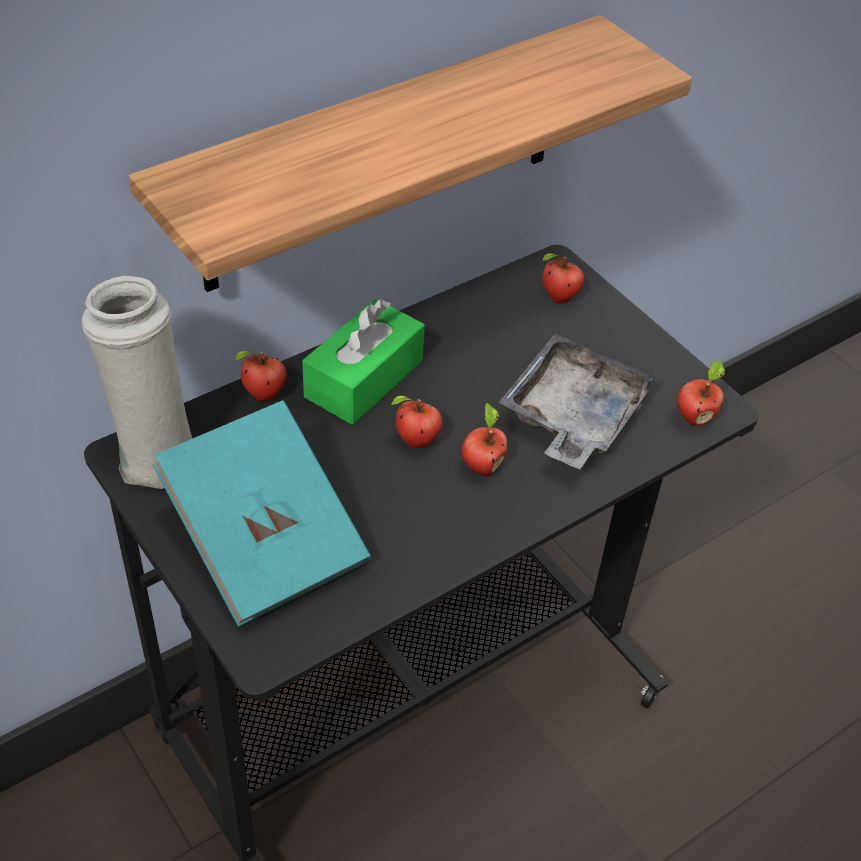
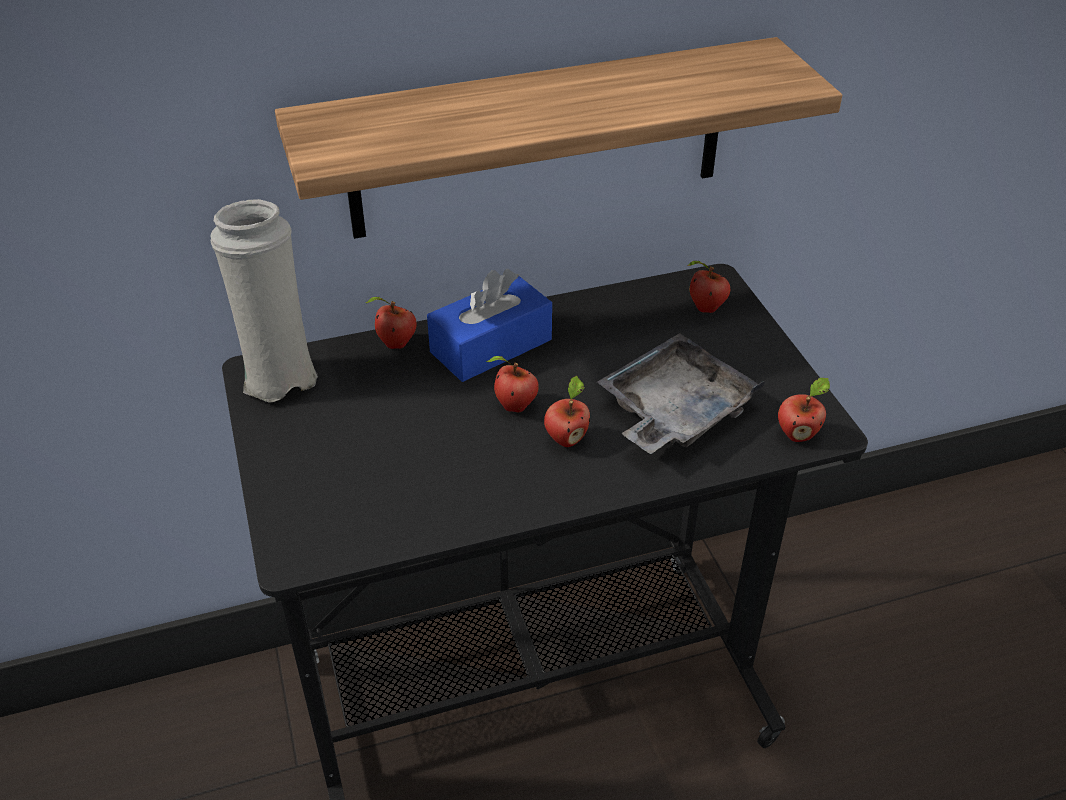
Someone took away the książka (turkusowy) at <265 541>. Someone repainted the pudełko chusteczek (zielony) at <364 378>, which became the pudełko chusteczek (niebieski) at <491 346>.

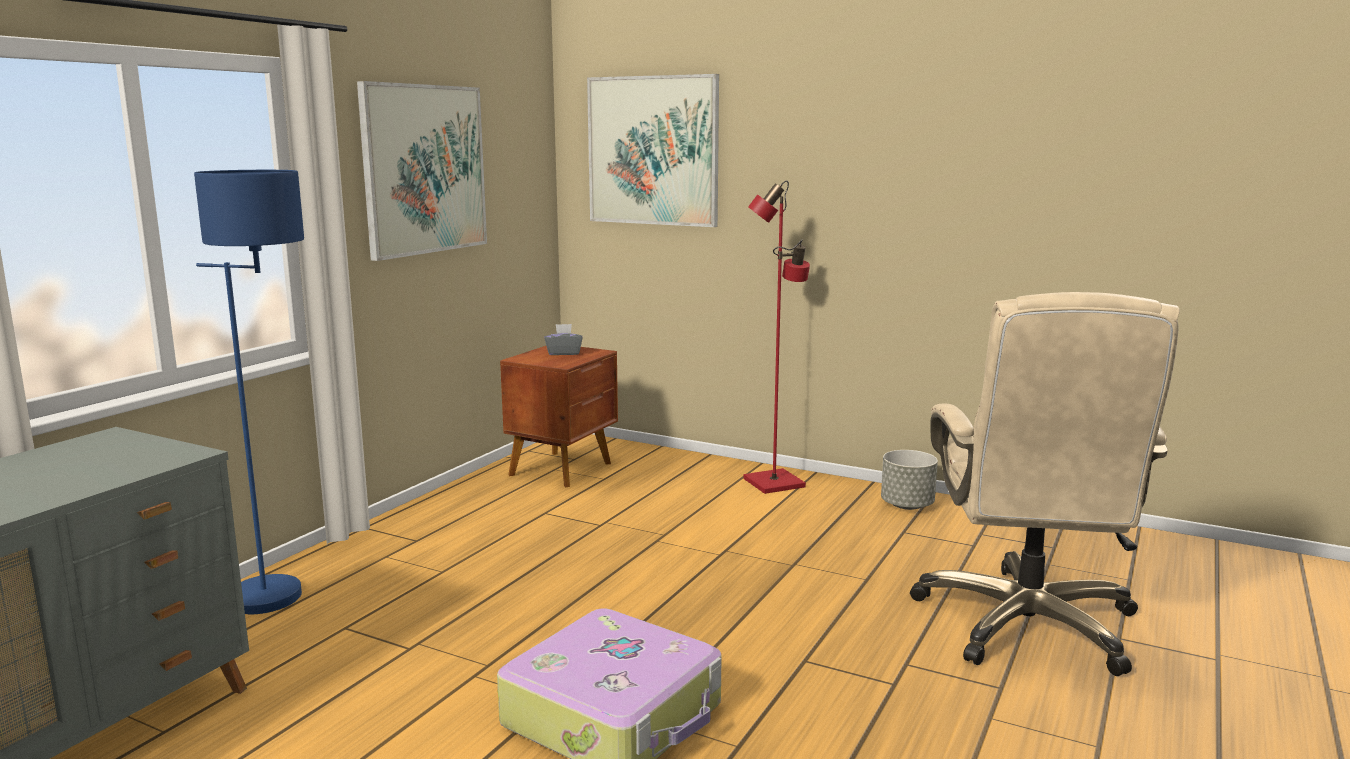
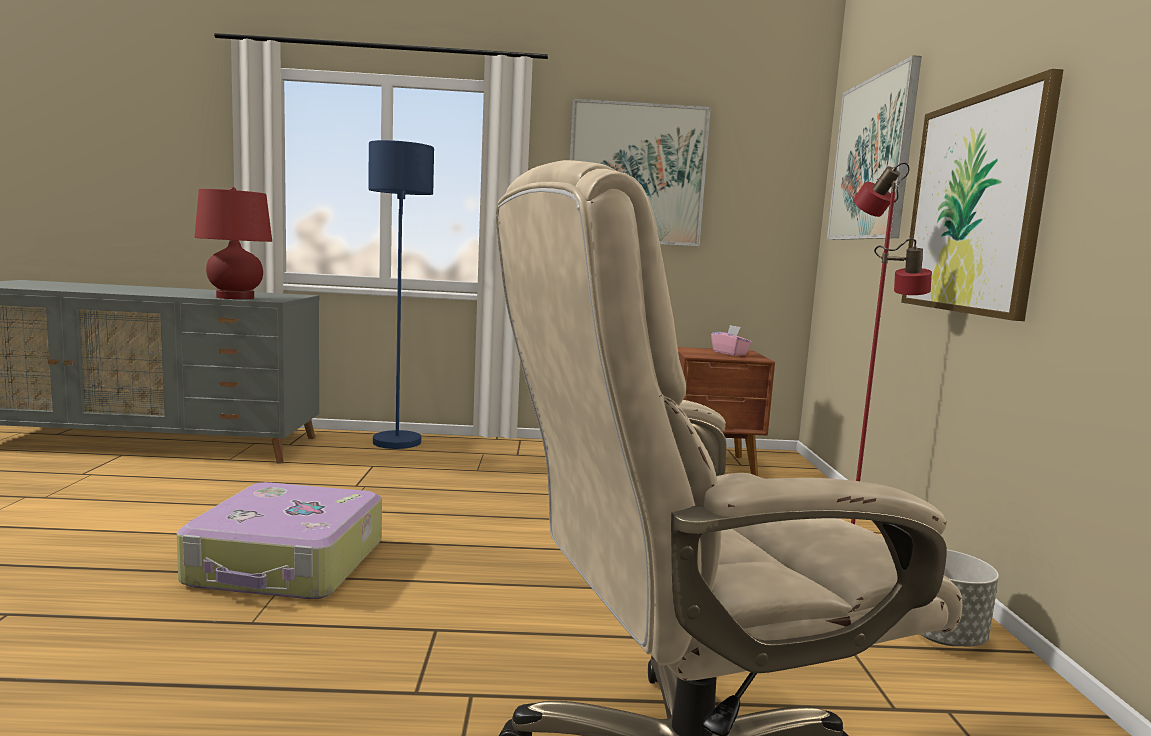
Someone repainted the pudełko chusteczek (szary) at <564 353>, which became the pudełko chusteczek (różowy) at <730 353>. Someone put down the lampa stołowa (czerwony) at <235 297>. Someone put up the obraz at <974 205>.

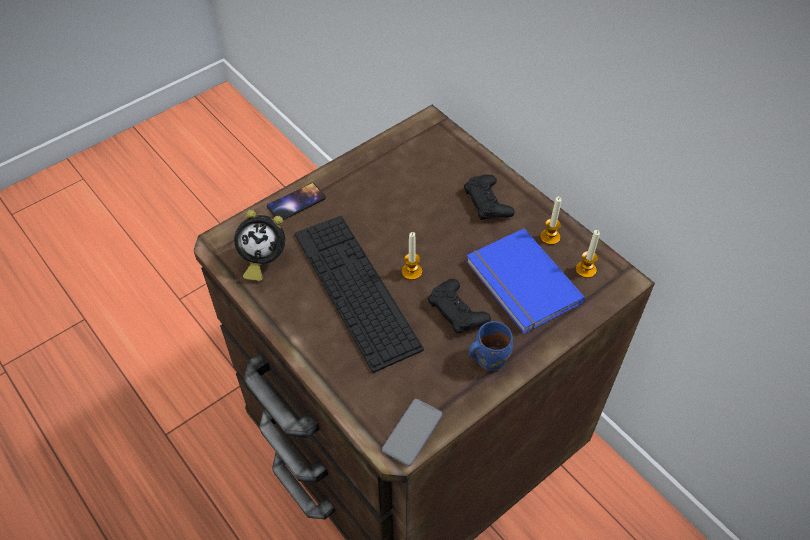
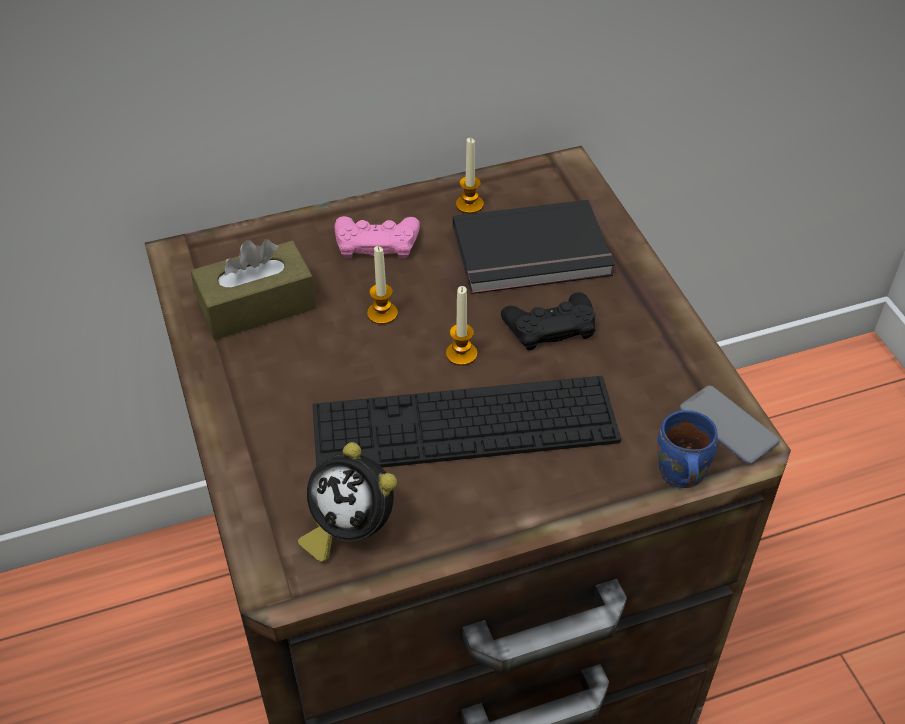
Someone rotated the budzik at <262 260> by 105 degrees clockwise. Someone took away the telefon at <296 202>. Someone repainted the pad do gier (czarny) at <487 202>, which became the pad do gier (różowy) at <376 242>. Someone repainted the książka (niebieski) at <520 284>, which became the książka (czarny) at <533 254>. Someone carried the kubek (niebieski) from <488 358> to <678 474>. Someone carried the świeca from <585 270> to <382 314>. Someone put down the pudełko chusteczek (brązowy) at <257 306>.

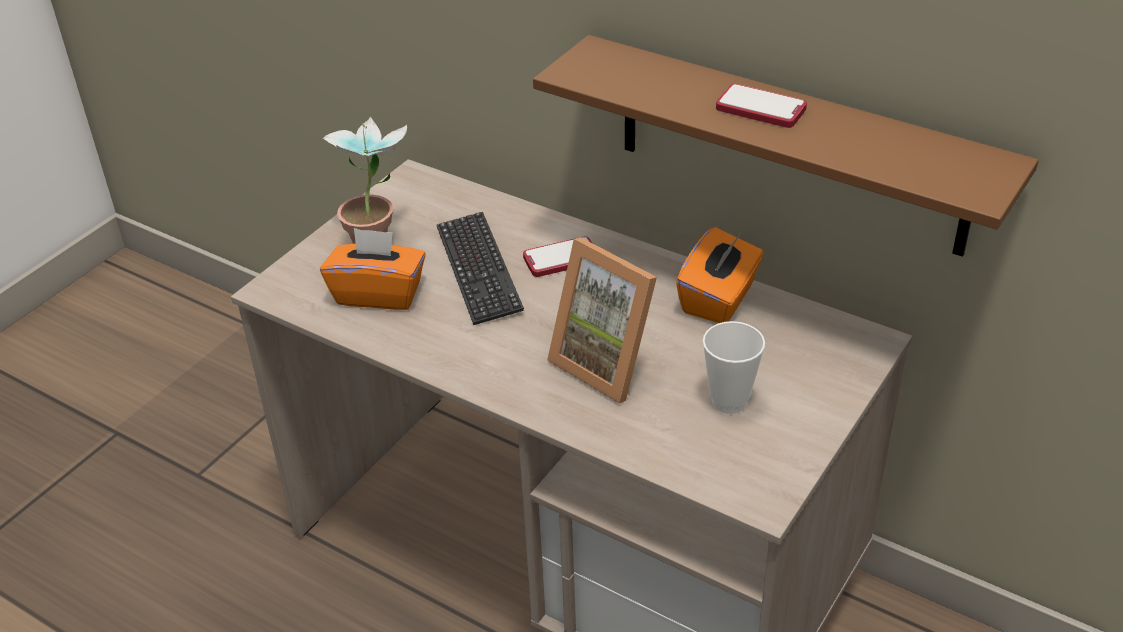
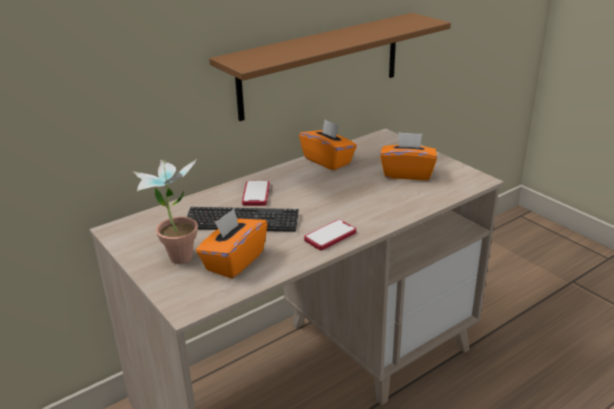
Someone took away the ramka na zdjęcie at <608 363>. Someone swapped the filiżanka at <729 401> for the pudełko chusteczek (pomarańczowy) at <407 173>. Someone carried the telefon from <760 108> to <330 236>.

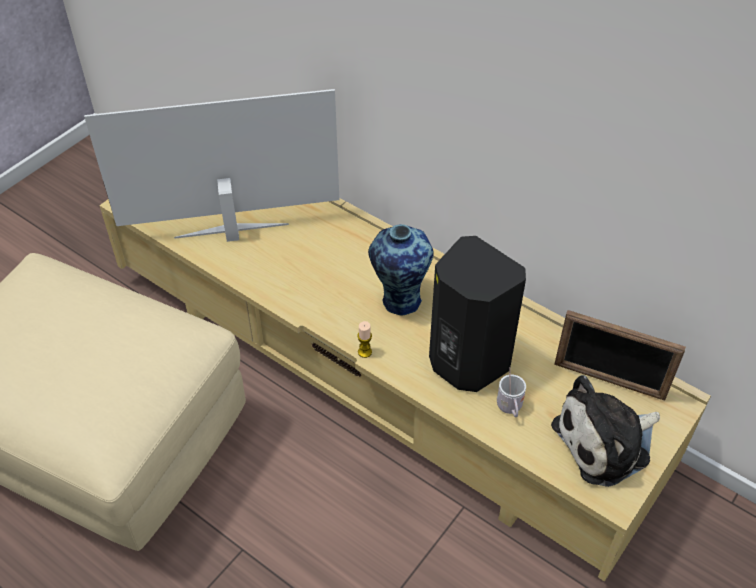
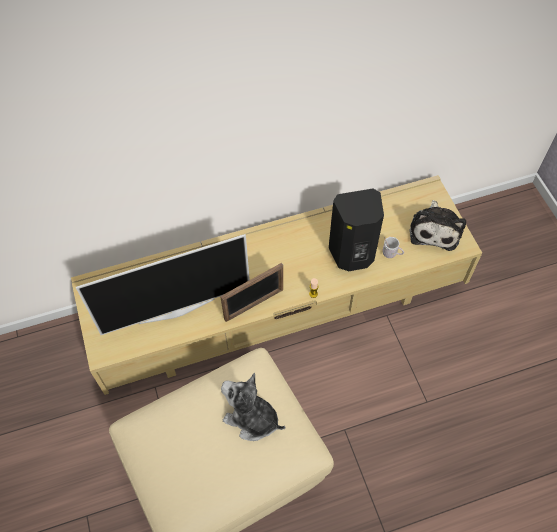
Someone rotated the telewizor at <232 233> by 135 degrees counterclockwise. Someone took away the wazon at <399 300>. Someone carried the ramka na zdjęcie from <609 381> to <254 304>. Someone put down the pluszak at <252 419>.

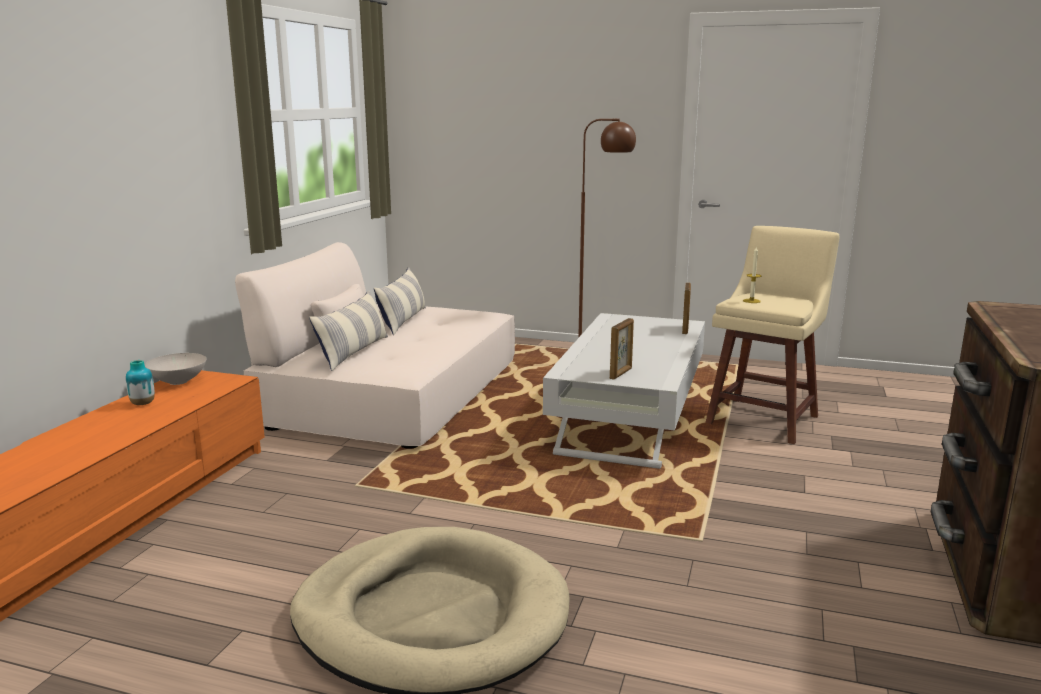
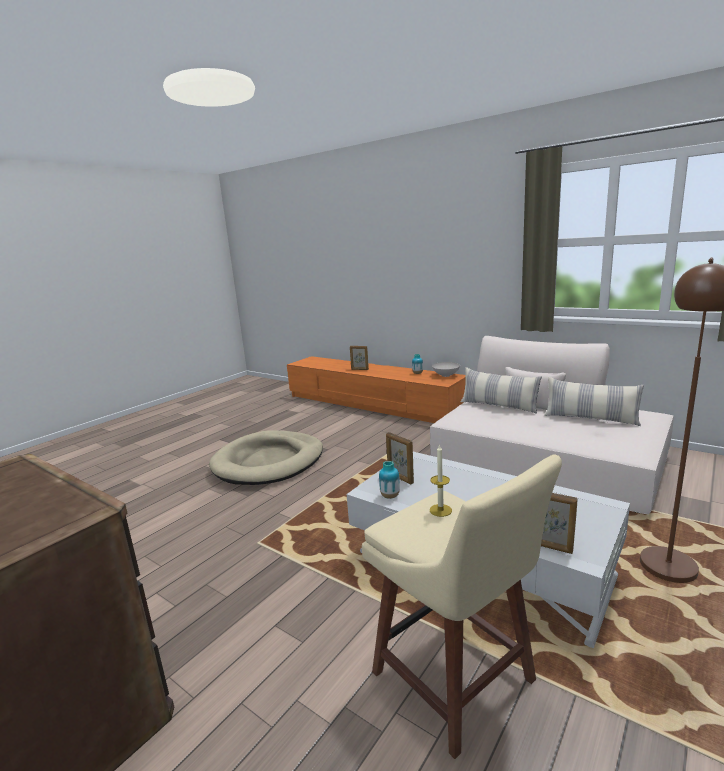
Someone put down the ramka na zdjęcie at <359 369>. Someone put down the wazon at <390 496>.

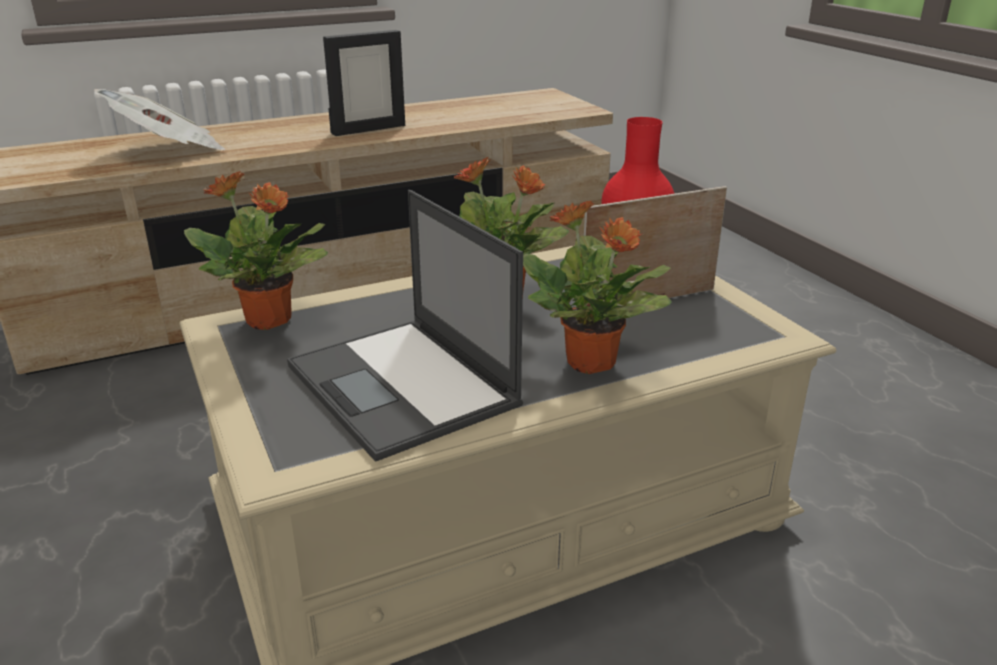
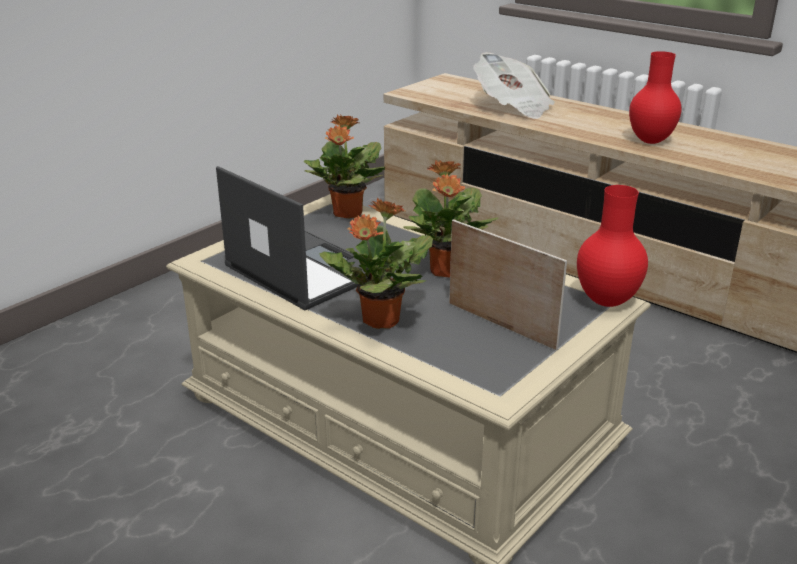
Someone rotated the laptop at <403 386> by 105 degrees clockwise. Someone swapped the ramka na zdjęcie at <368 129> for the wazon (czerwony) at <651 141>.

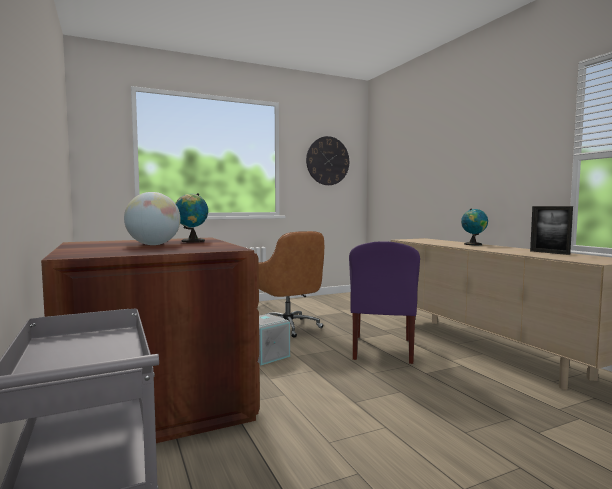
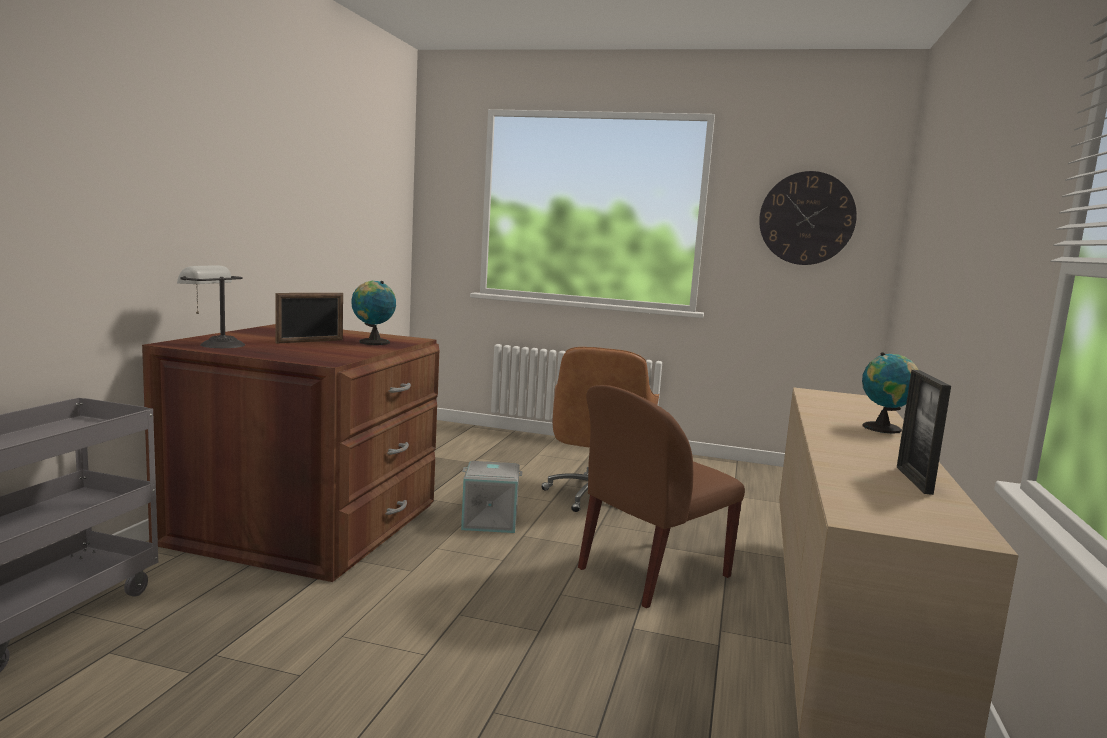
Someone swapped the globus at <153 245> for the ramka na zdjęcie at <310 341>. Someone repainted the krzesło (fioletowy) at <382 350>, which became the krzesło (brązowy) at <650 573>. Someone put down the lampa stołowa at <214 344>.

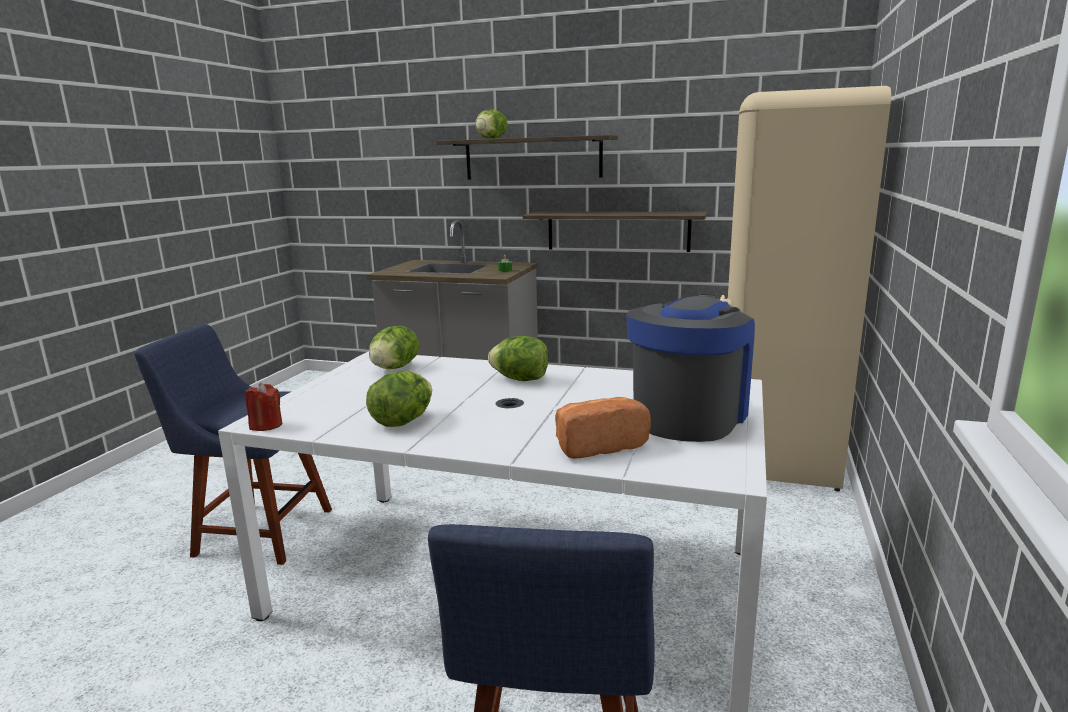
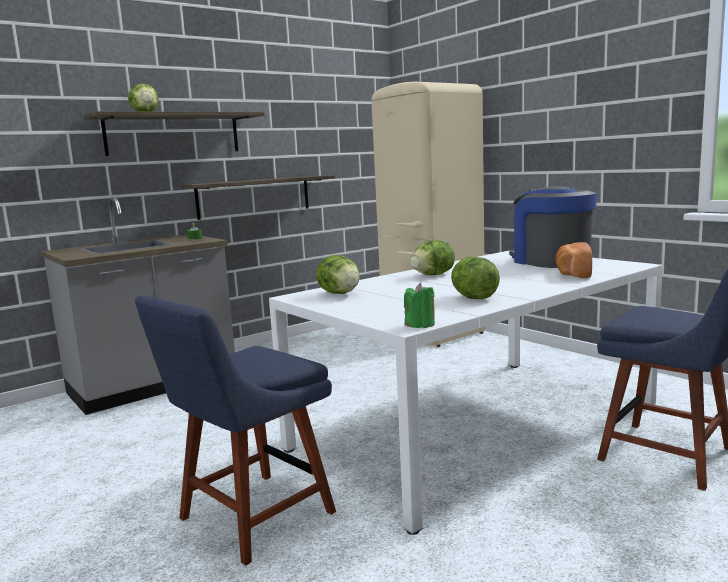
Someone repainted the świeca (czerwony) at <266 425>, which became the świeca (zielony) at <420 325>.

